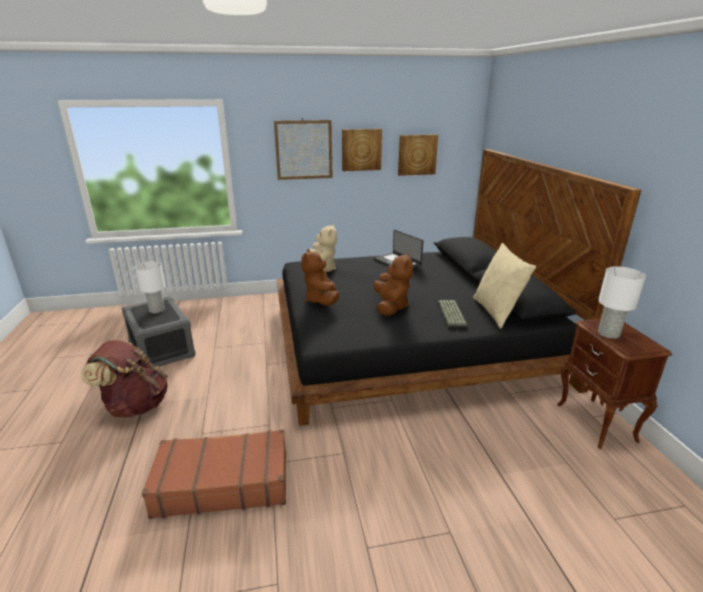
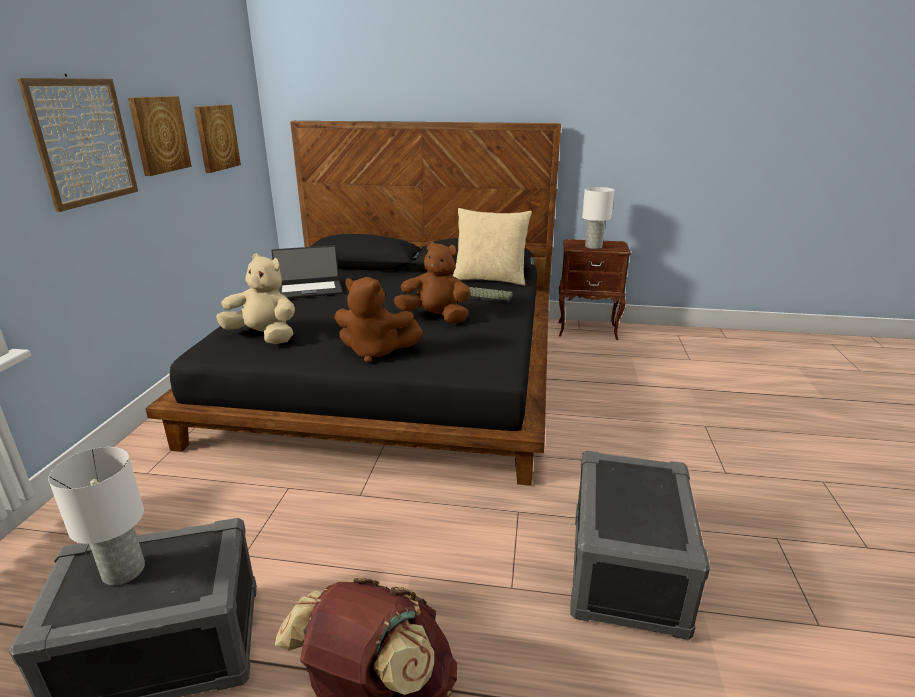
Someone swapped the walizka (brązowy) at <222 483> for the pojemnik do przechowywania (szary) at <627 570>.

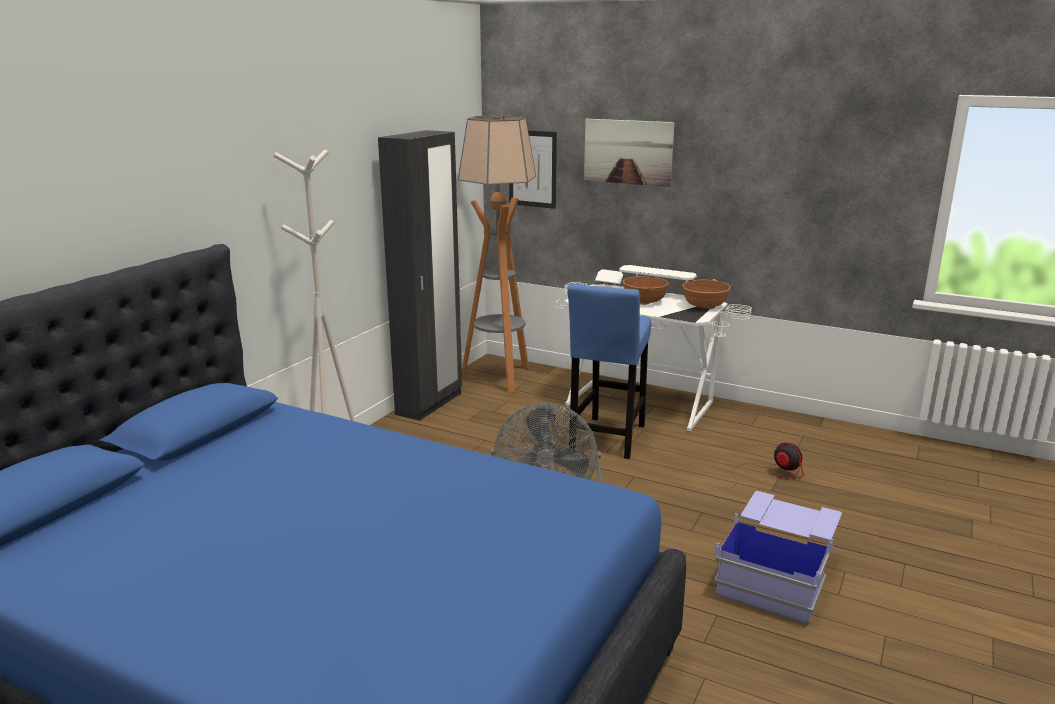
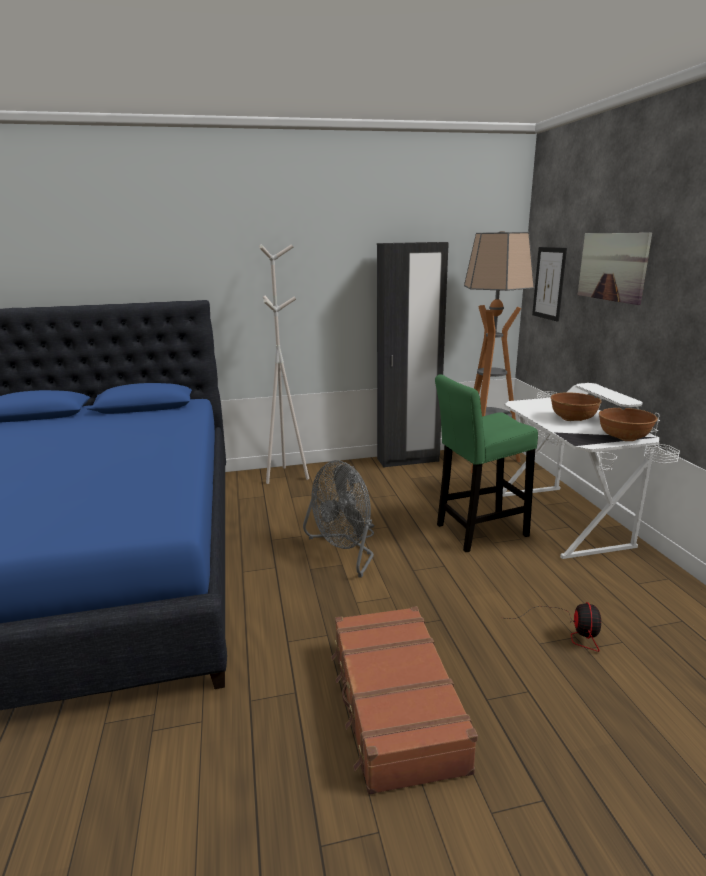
Someone repainted the stołek (niebieski) at <607 439>, which became the stołek (zielony) at <477 532>. Someone swapped the pojemnik do przechowywania (niebieski) at <777 577> for the walizka (brązowy) at <394 706>.

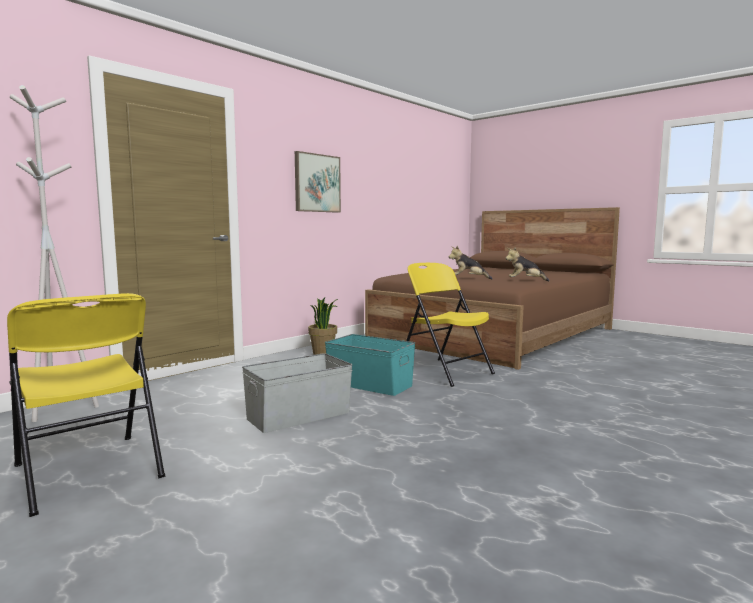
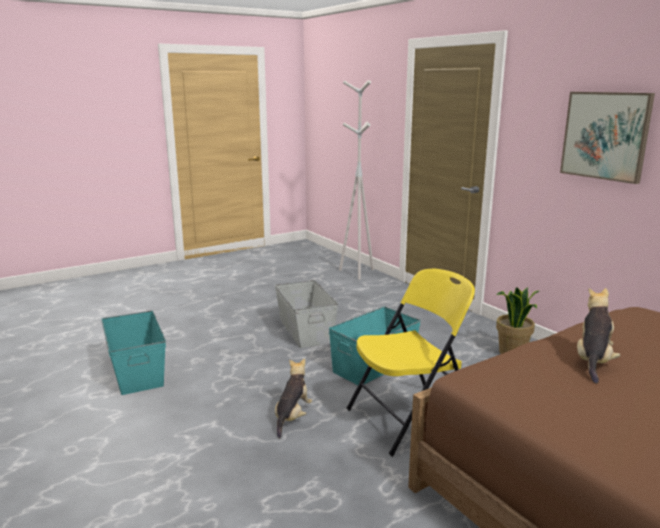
Someone took away the krzesło (żółty) at <87 471>. Someone carried the pluszak from <525 281> to <292 417>. Someone put down the pojemnik do przechowywania (turkusowy) at <137 371>.

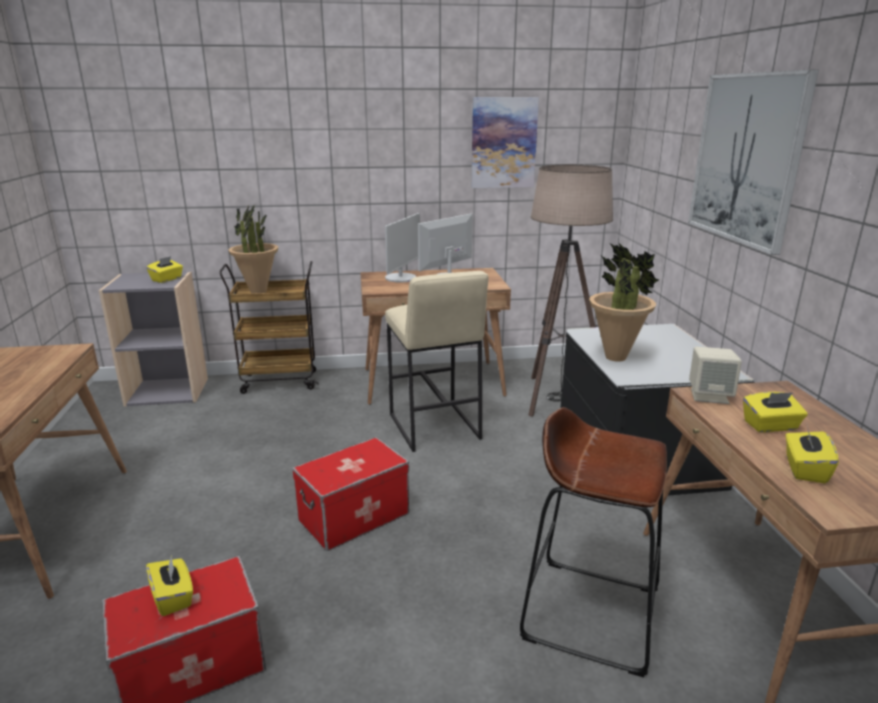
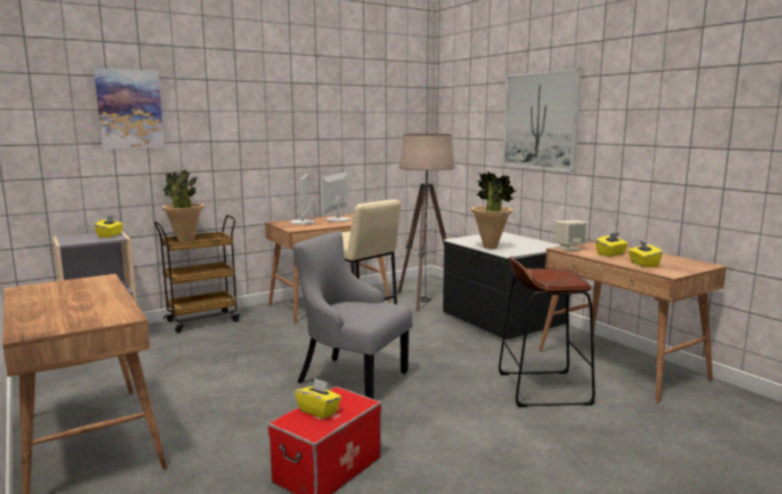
Someone swapped the pojemnik do przechowywania at <354 516> for the krzesło (szary) at <353 379>. Someone carried the obraz from <503 143> to <130 109>.

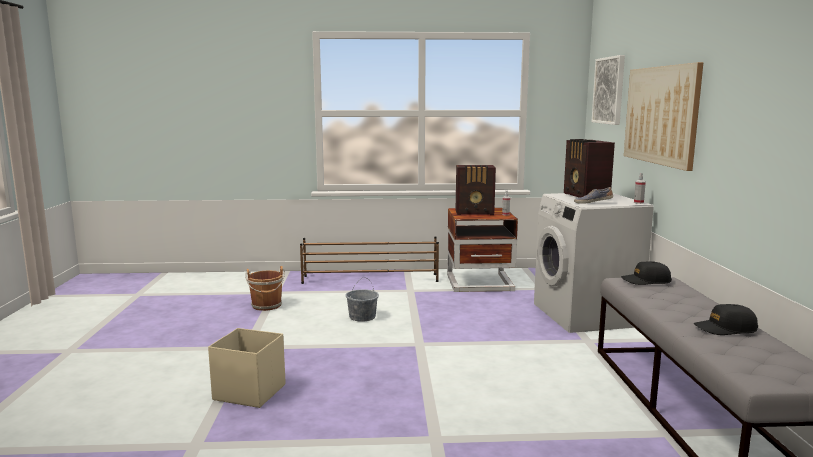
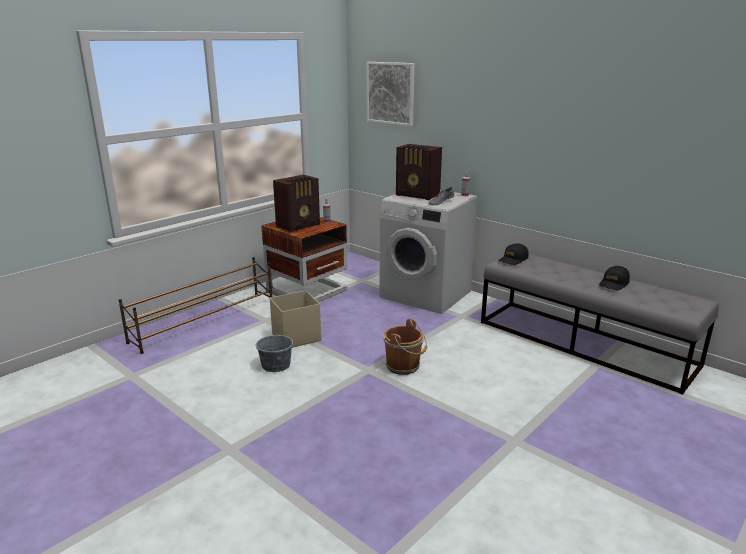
Someone carried the pojemnik do przechowywania (beżowy) from <249 392> to <295 337>. Someone carried the wiadro (brązowy) from <267 306> to <404 366>. Someone took away the obraz at <660 115>.

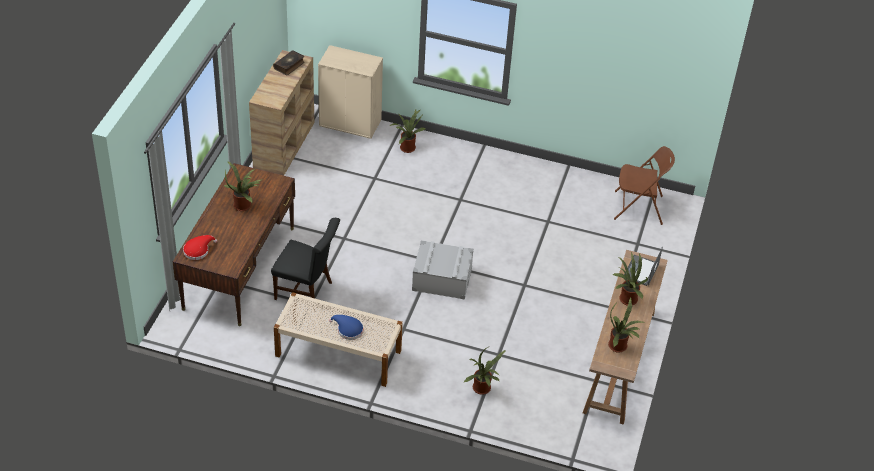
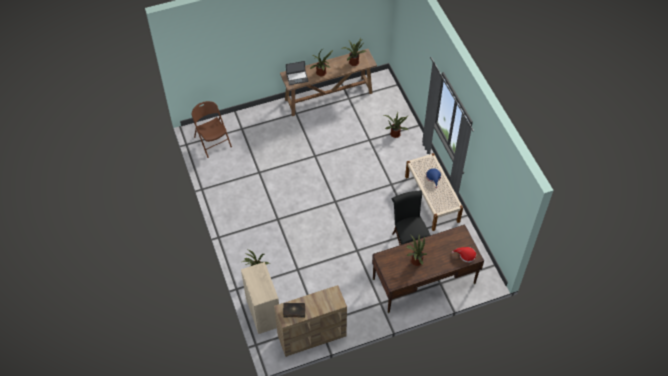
Someone took away the pojemnik do przechowywania (szary) at <442 279>.

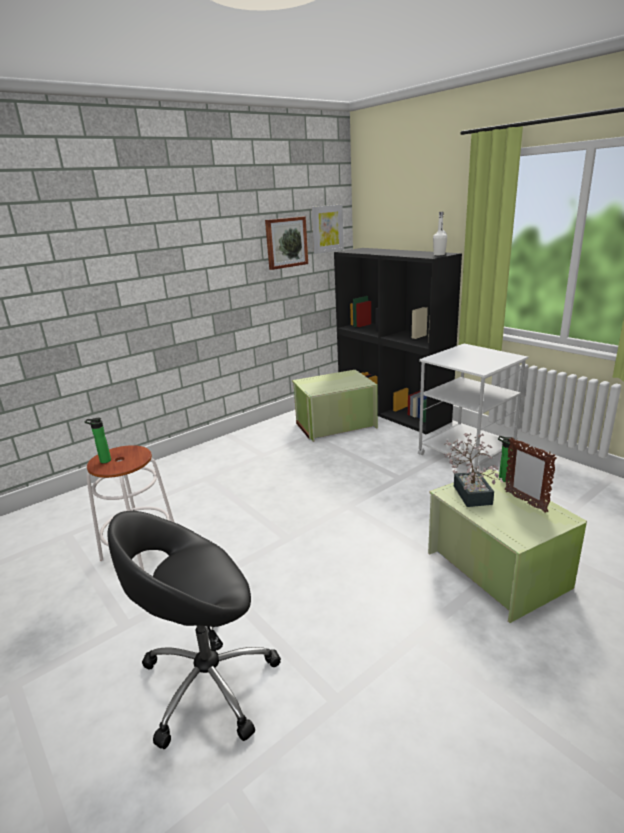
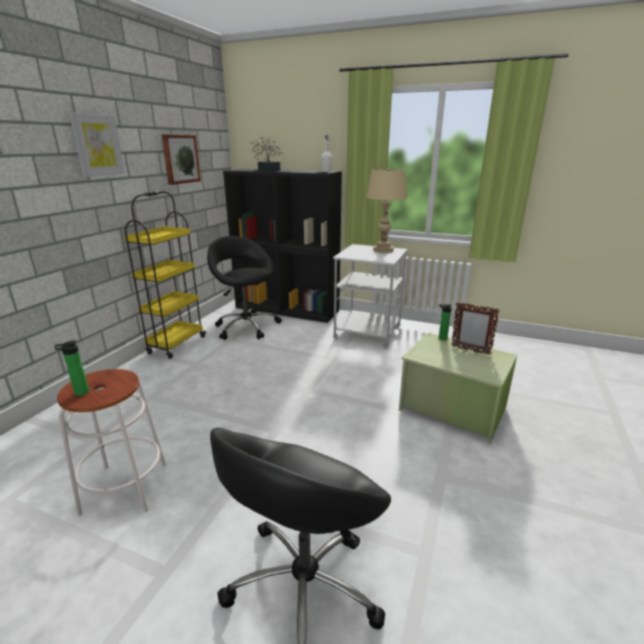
Someone swapped the pojemnik do przechowywania (zielony) at <335 424> for the krzesło biurowe (czarny) at <246 327>. Someone carried the obraz from <327 229> to <97 145>. Someone carried the roślina doniczkowa from <471 492> to <268 170>. Someone put down the wózek (żółty) at <176 345>. Someone put down the lampa stołowa (beżowy) at <383 250>.

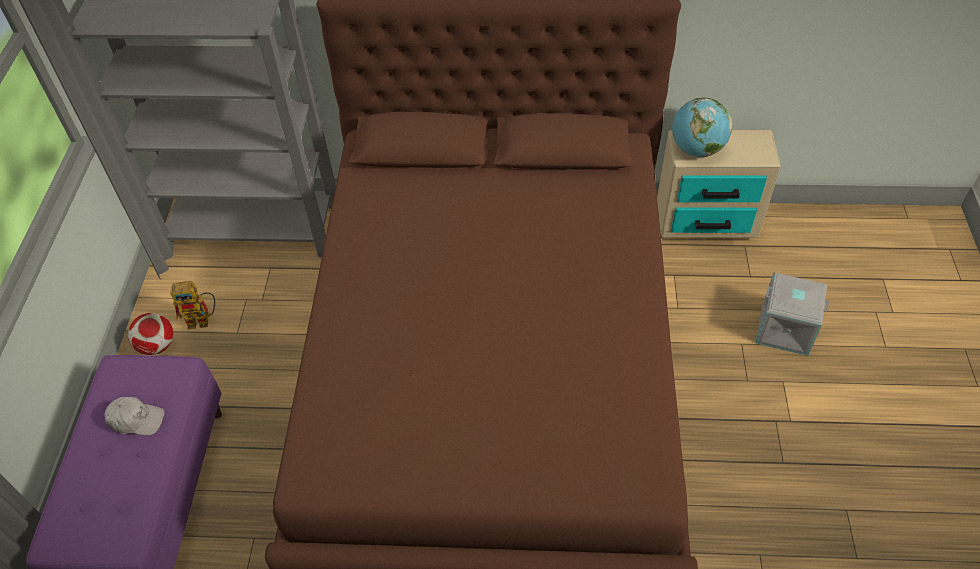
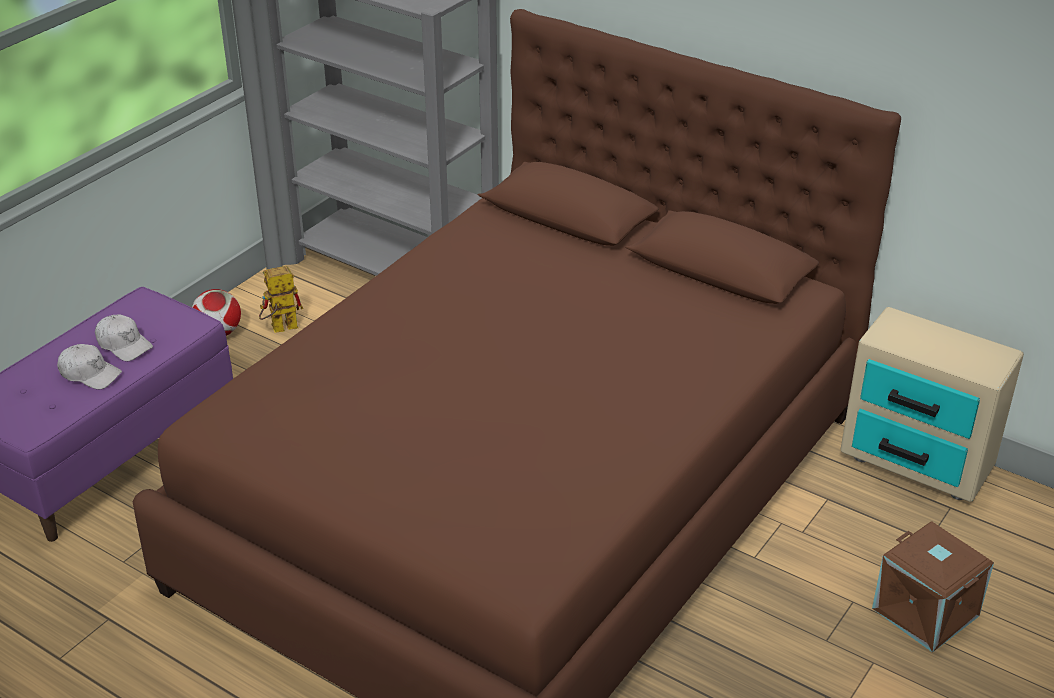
Someone rotated the robot zabawkowy at <203 319> by 135 degrees clockwise. Someone took away the globus at <697 149>. Someone repainted the pojemnik do przechowywania (szary) at <785 328>, which became the pojemnik do przechowywania (brązowy) at <927 611>. Someone put down the czapka z daszkiem (biały) at <90 374>.

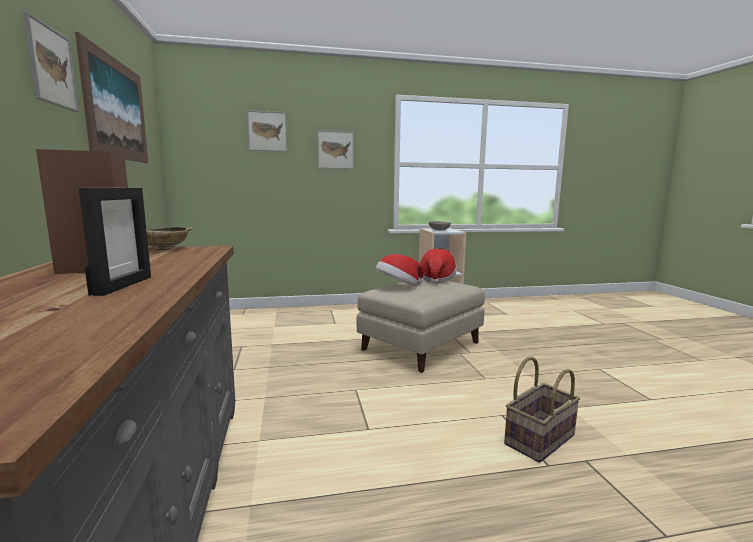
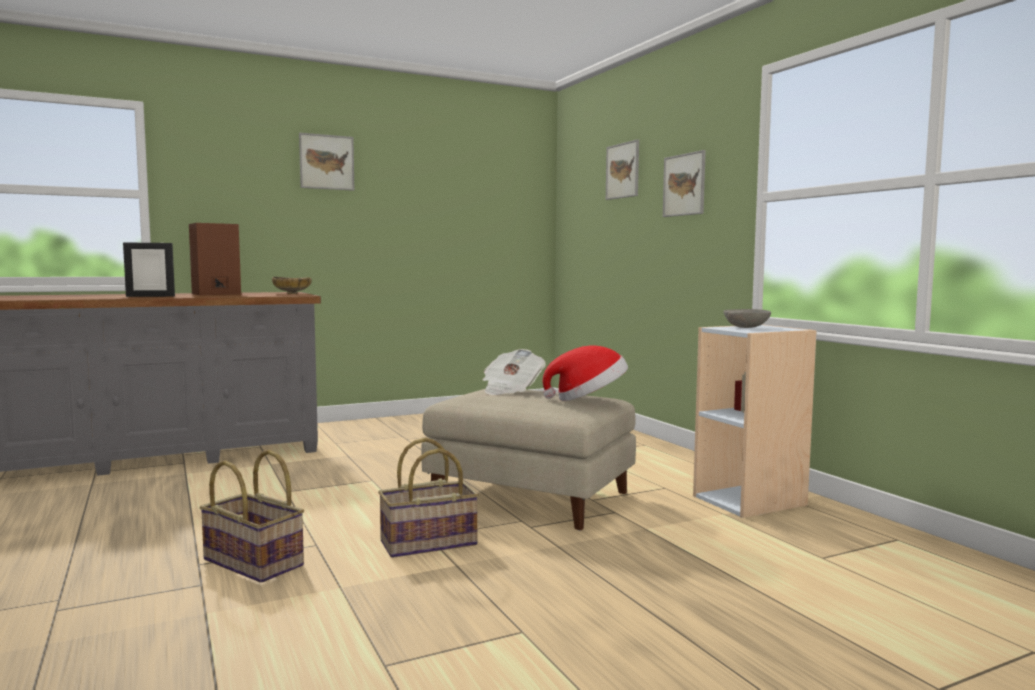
Someone took away the obraz at <116 109>. Someone swapped the kapelusz at <398 287> for the gazeta at <511 390>. Someone put down the koszyk at <428 543>.

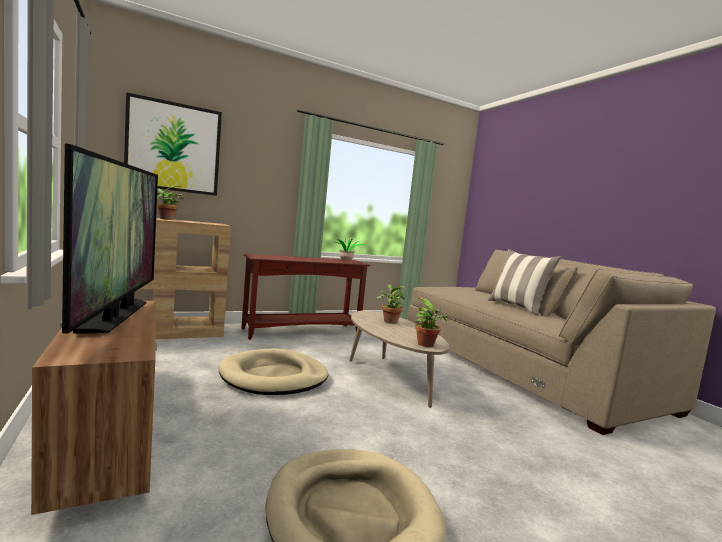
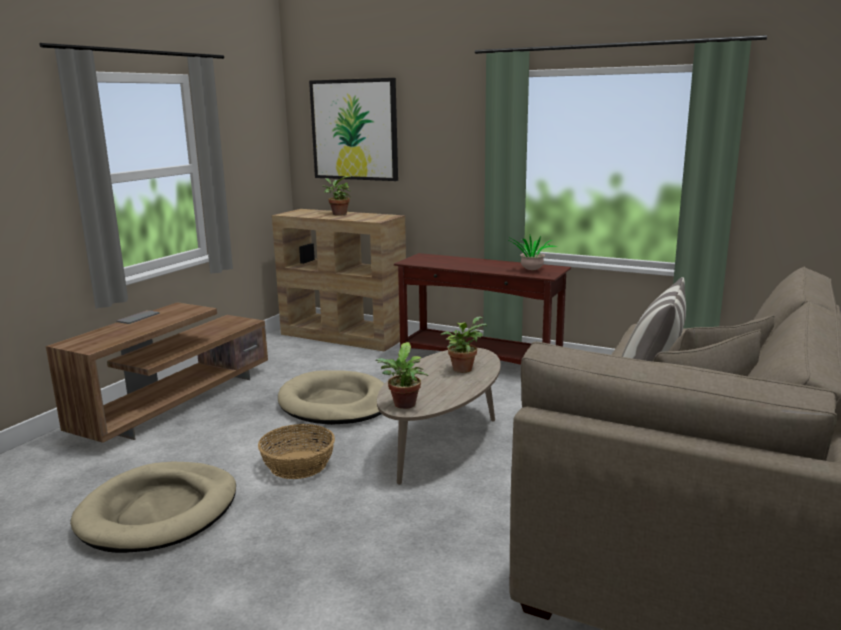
Someone took away the telewizor at <116 315>. Someone put down the koszyk at <298 464>.

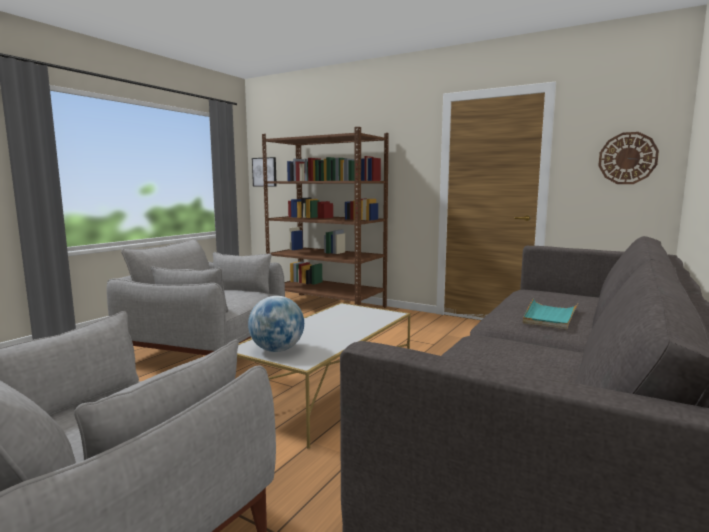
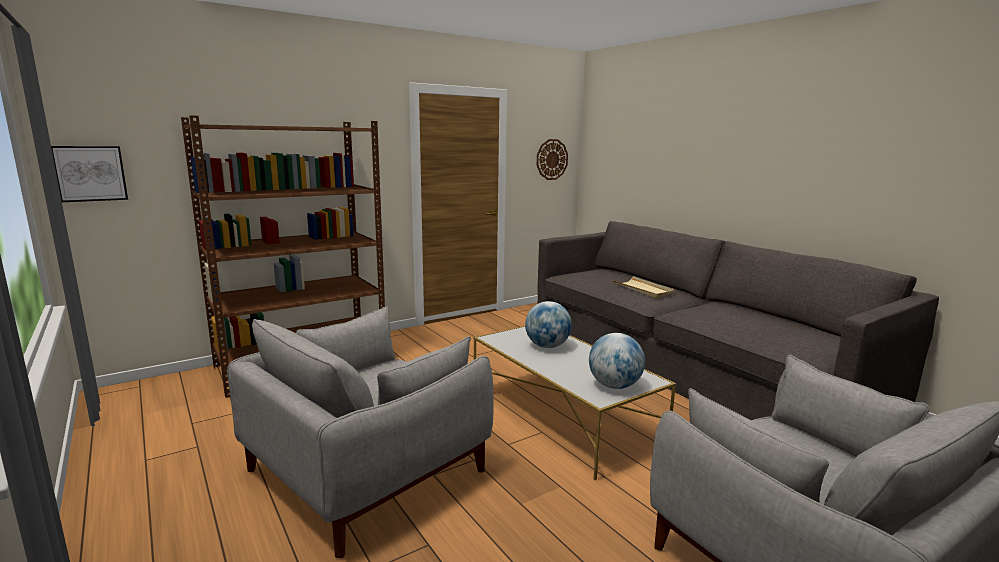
Someone repainted the taca (turkusowy) at <549 316>, which became the taca (beżowy) at <643 289>. Someone put down the globus at <547 346>.

